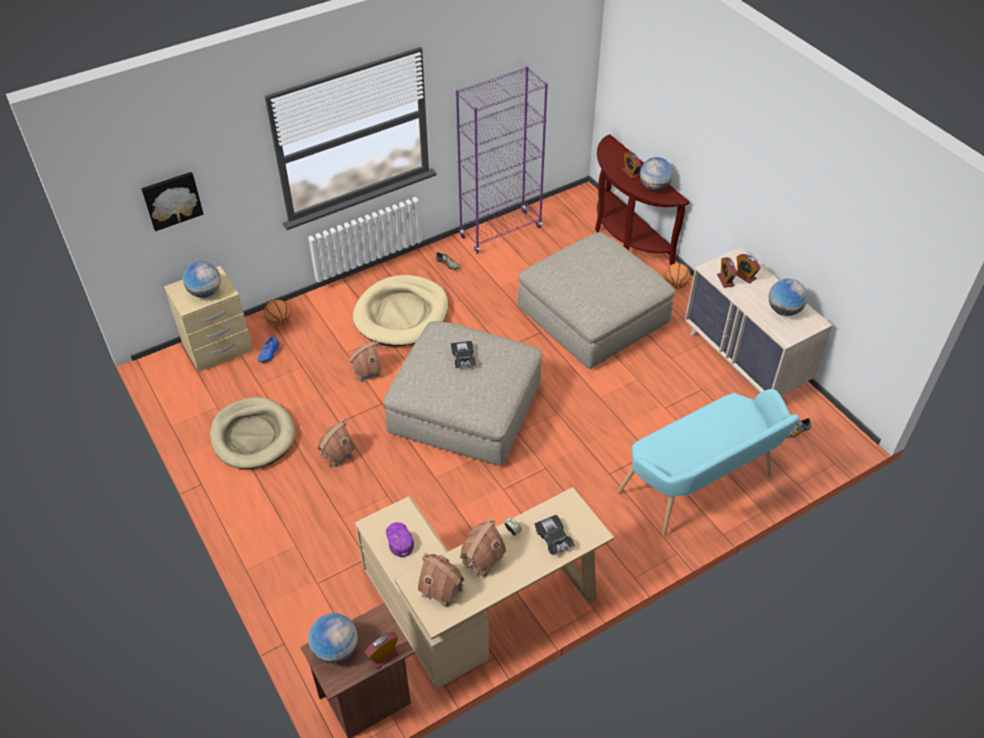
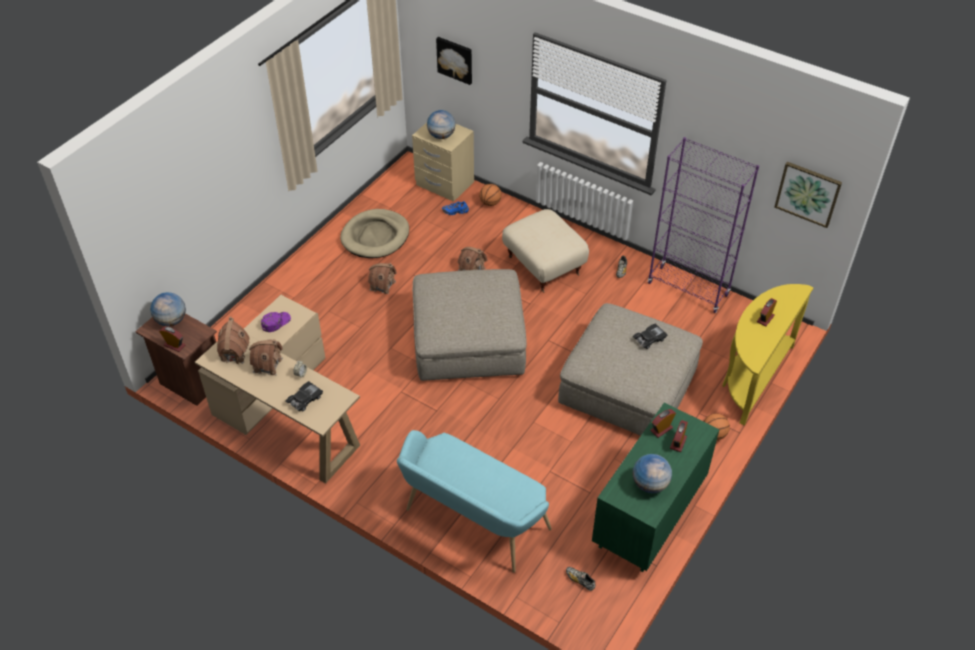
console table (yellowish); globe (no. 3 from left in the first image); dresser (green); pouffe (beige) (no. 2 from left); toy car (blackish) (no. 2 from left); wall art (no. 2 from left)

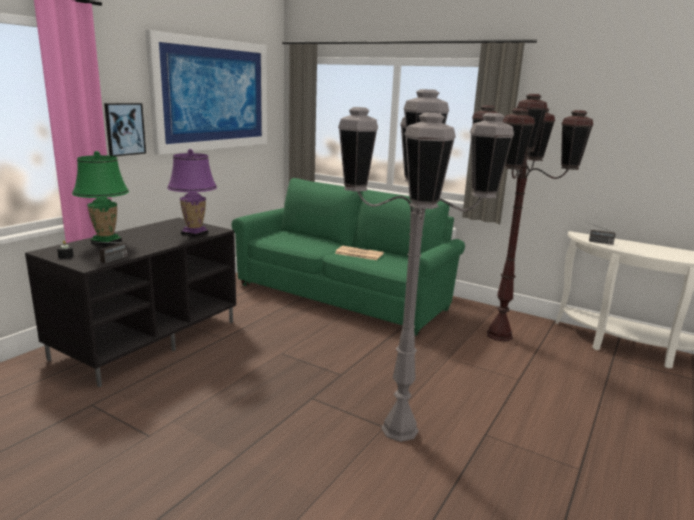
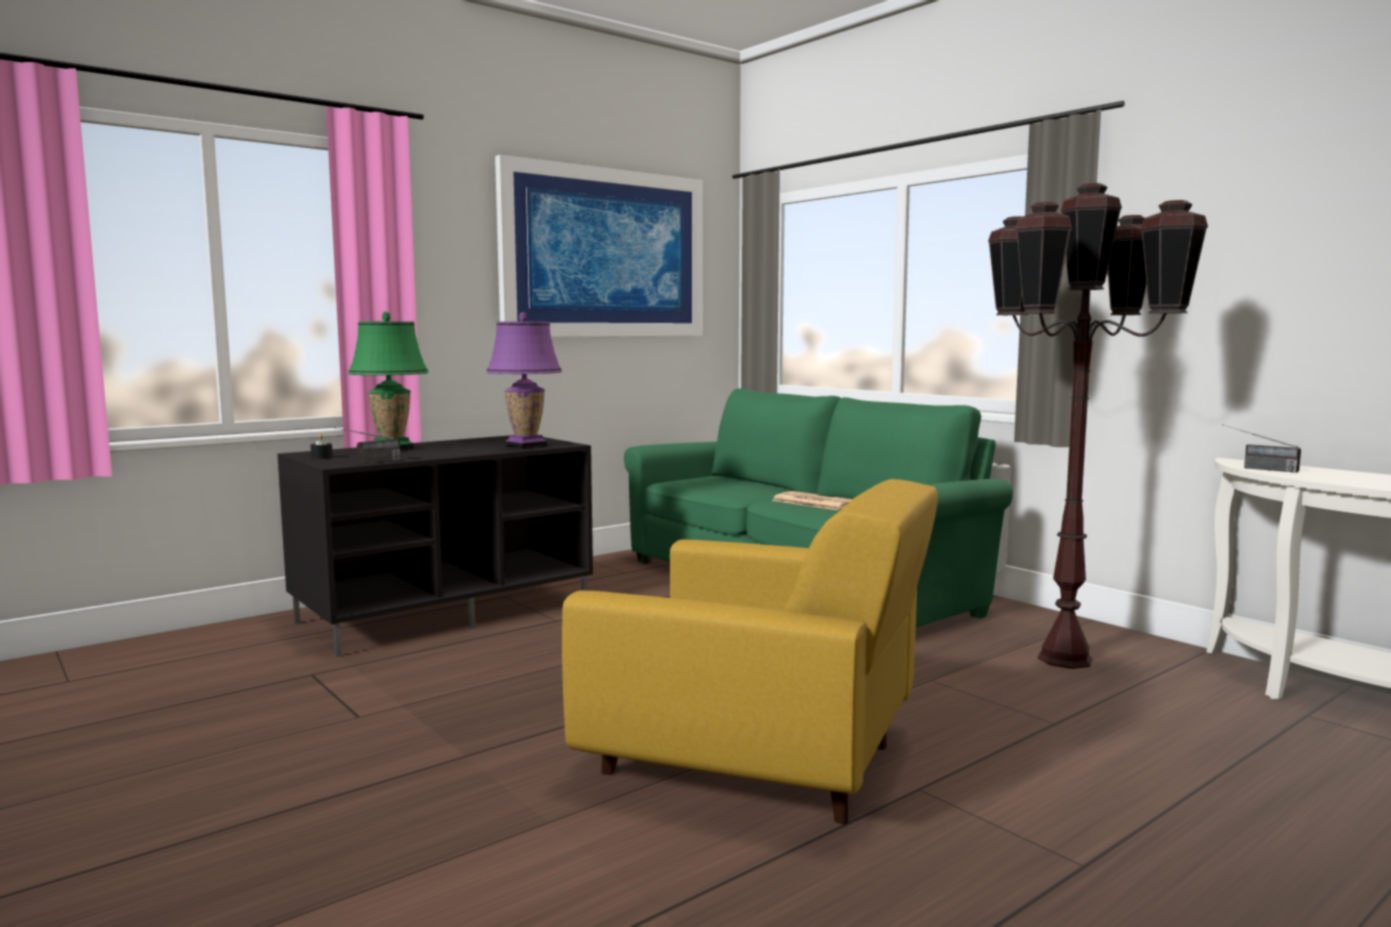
armchair (yellowish); wall art (no. 1 from left in the first image)

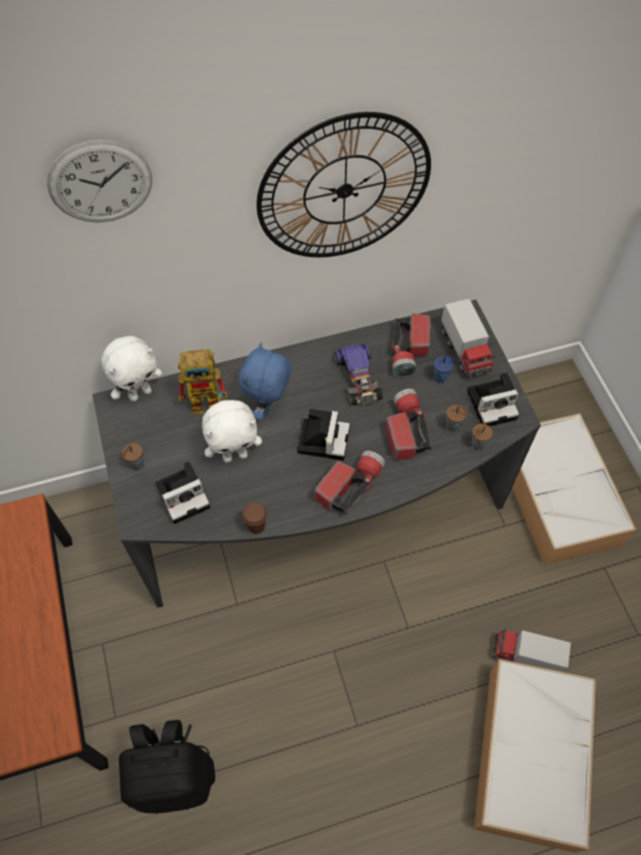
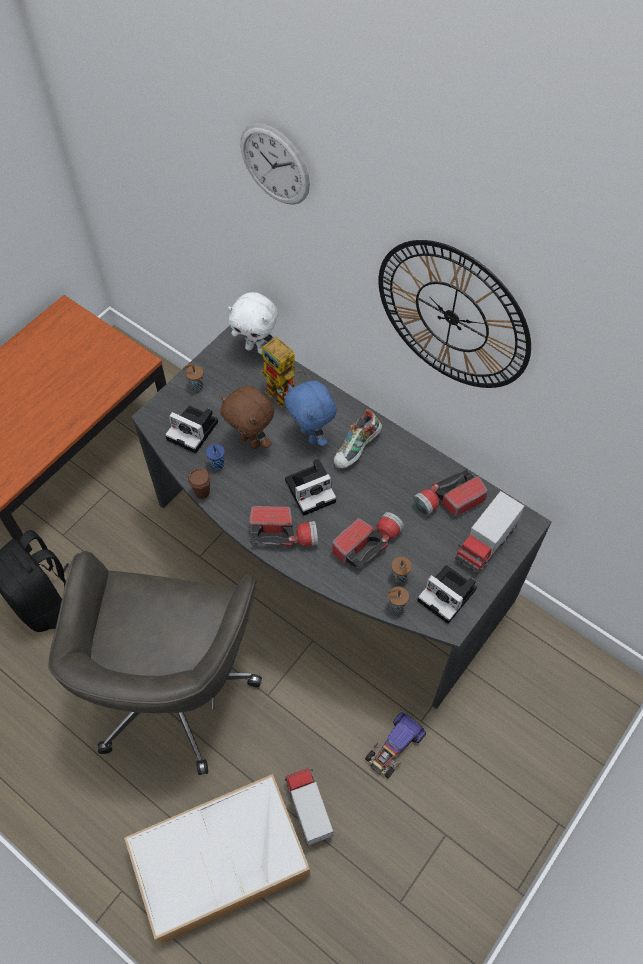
cuddly toy (blue); toy car; drinking cup (blue); cuddly toy (brownish); storage bin (no. 2 from left in the first image); item of footwear; office chair (greyish)

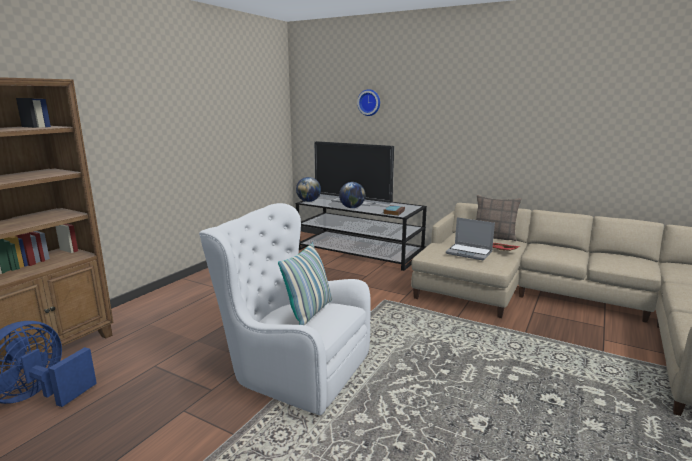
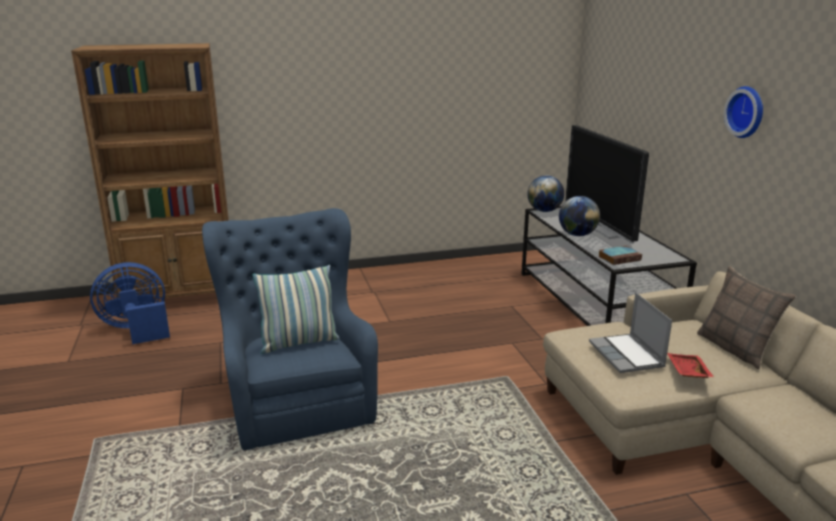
wall clock; armchair (blue)

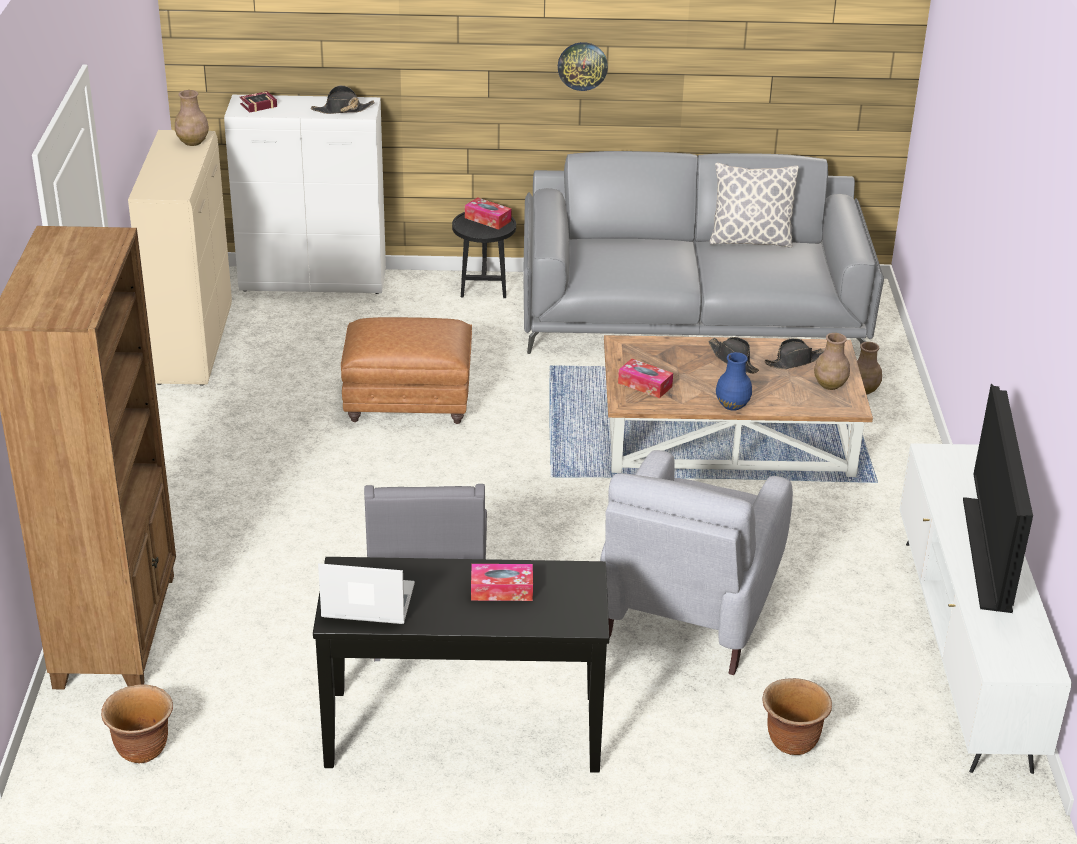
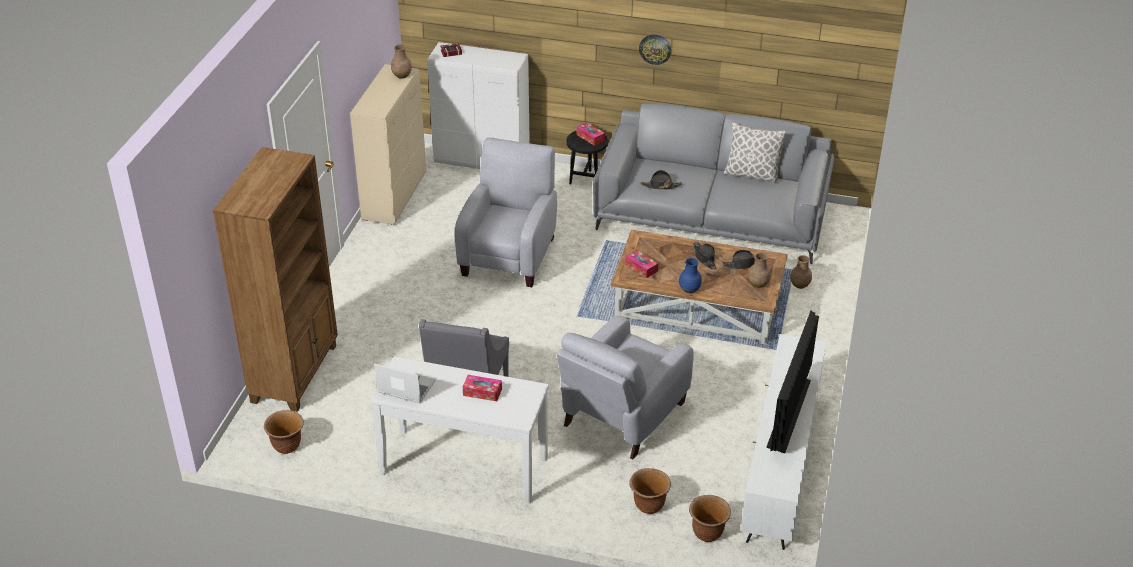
hat (blackish) (no. 1 from left); armchair (greyish) (no. 2 from left); console table (white); flower pot (brownish) (no. 3 from left)

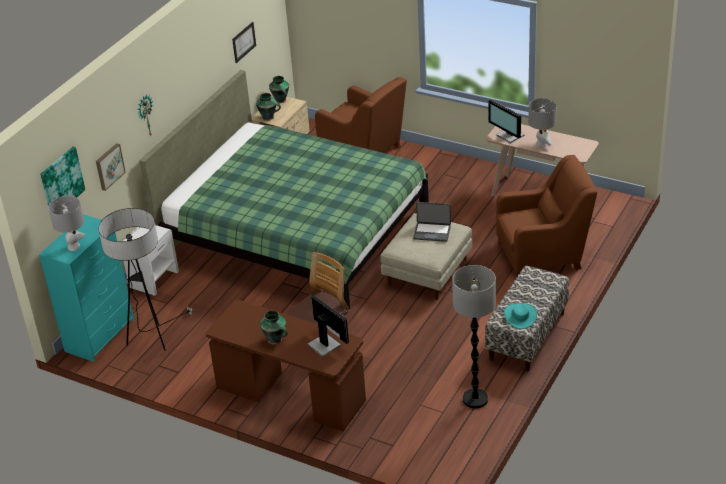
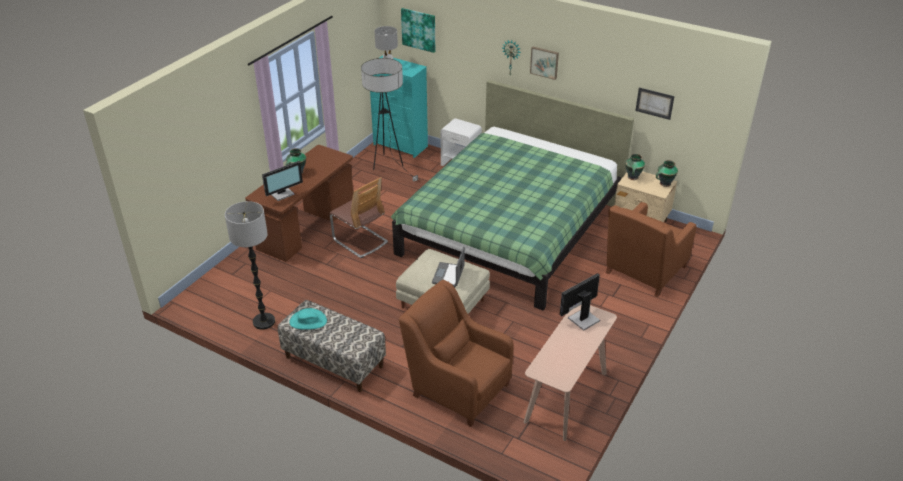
table lamp (greyish) (no. 2 from left in the first image); wall art (no. 2 from left); armchair (brownish) (no. 1 from left)

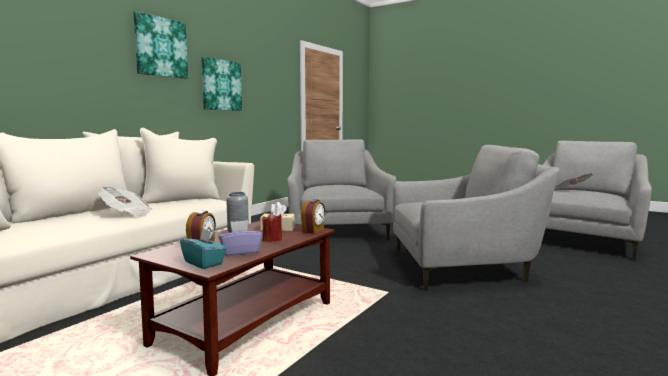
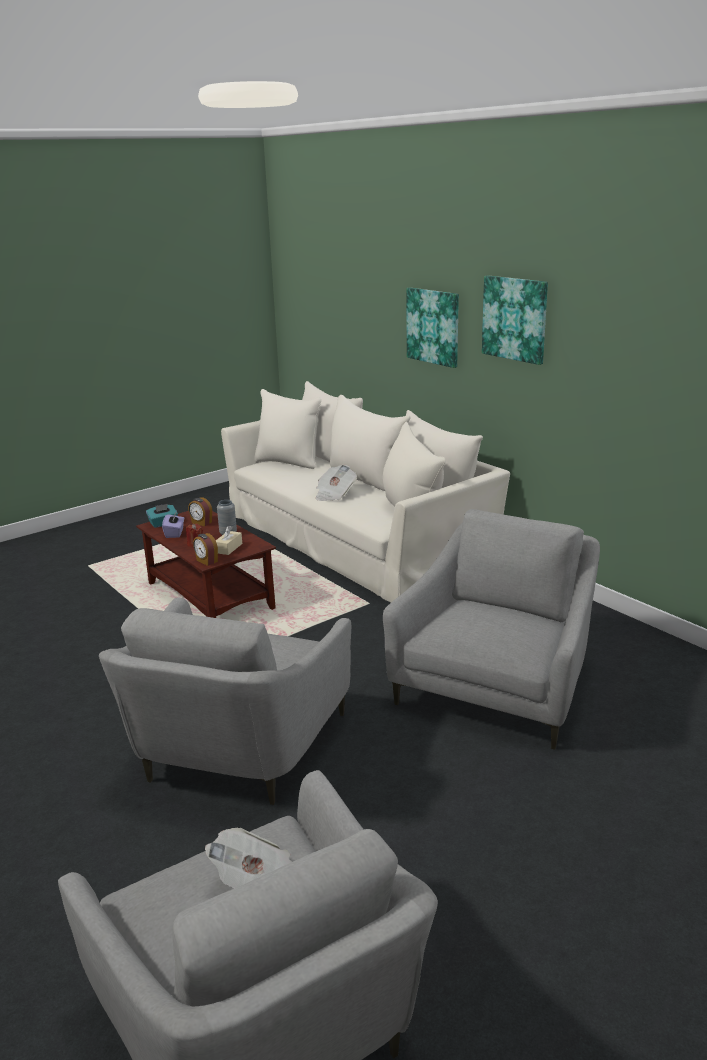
wall art (no. 1 from left); armchair (greyish) (no. 3 from left)

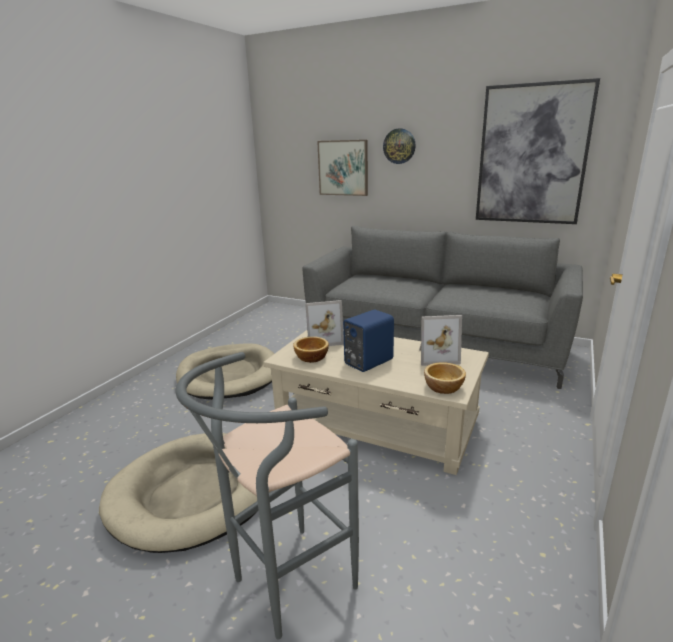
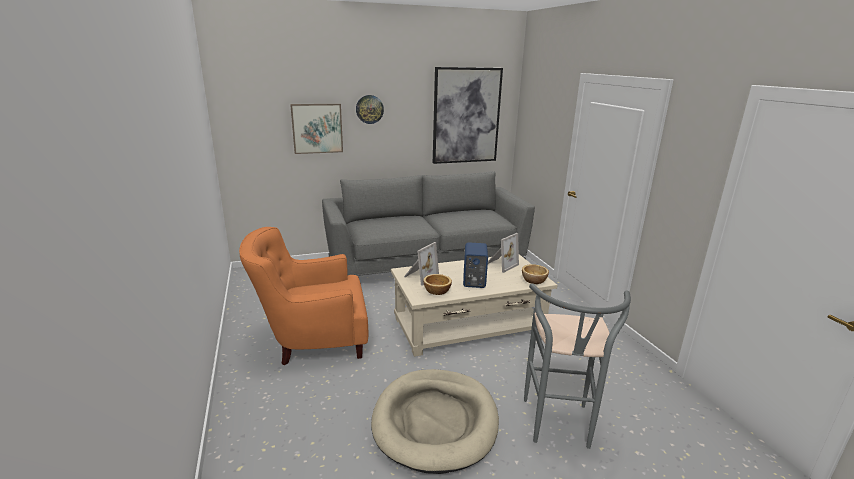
armchair (orange)

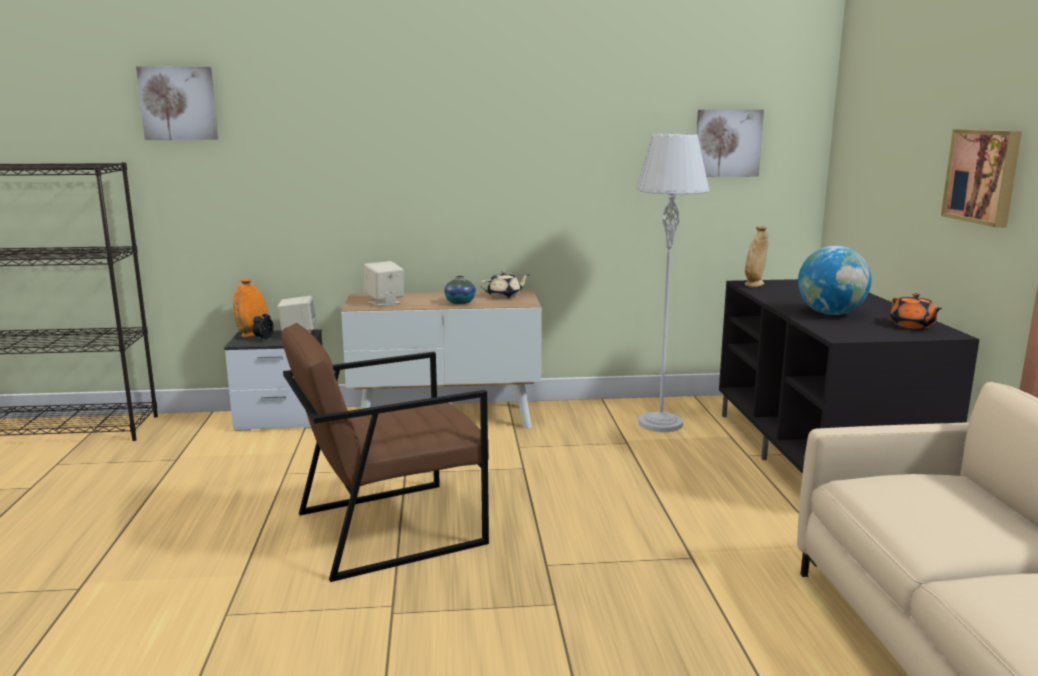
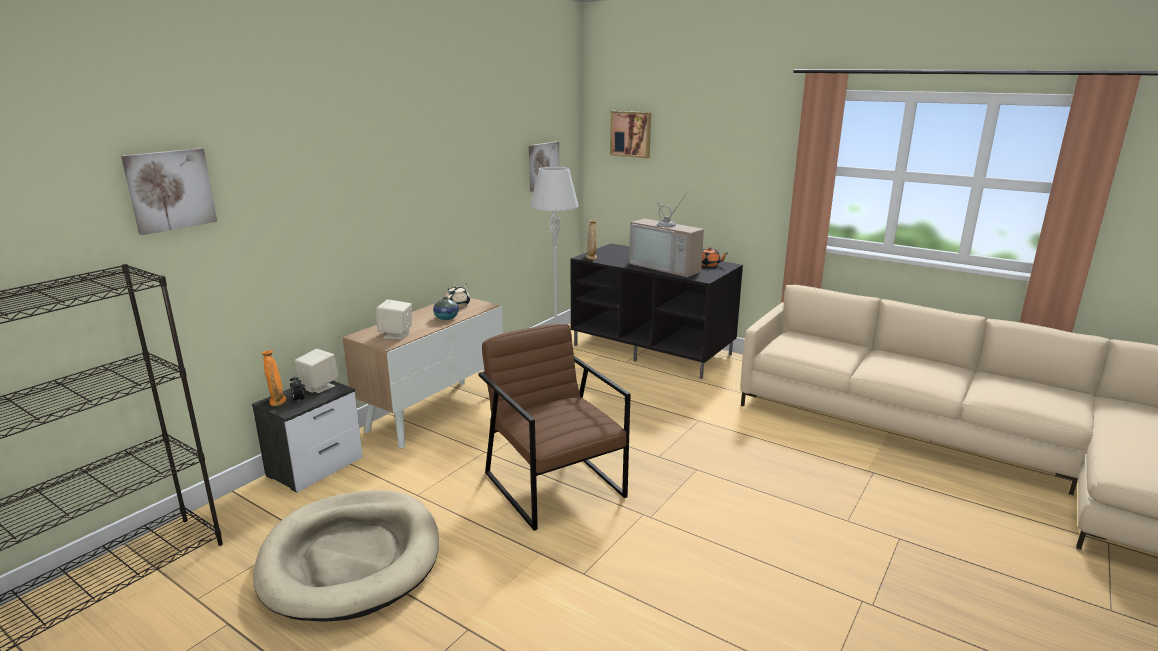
wall art (no. 3 from left); TV set; armchair (brownish); dog bed (beige)

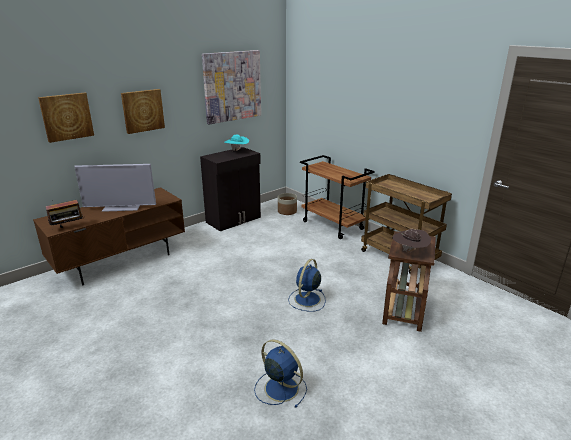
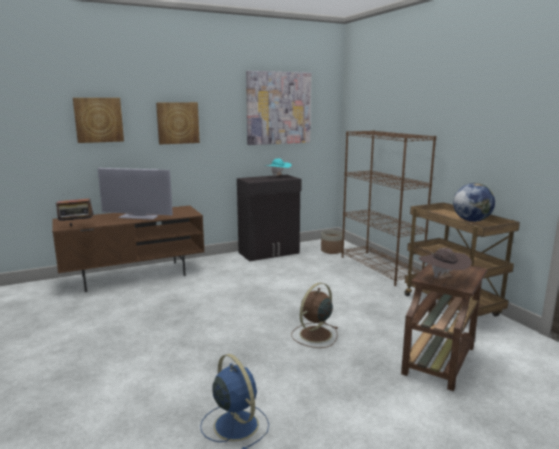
bookcase (brownish); electric fan (brownish); globe

